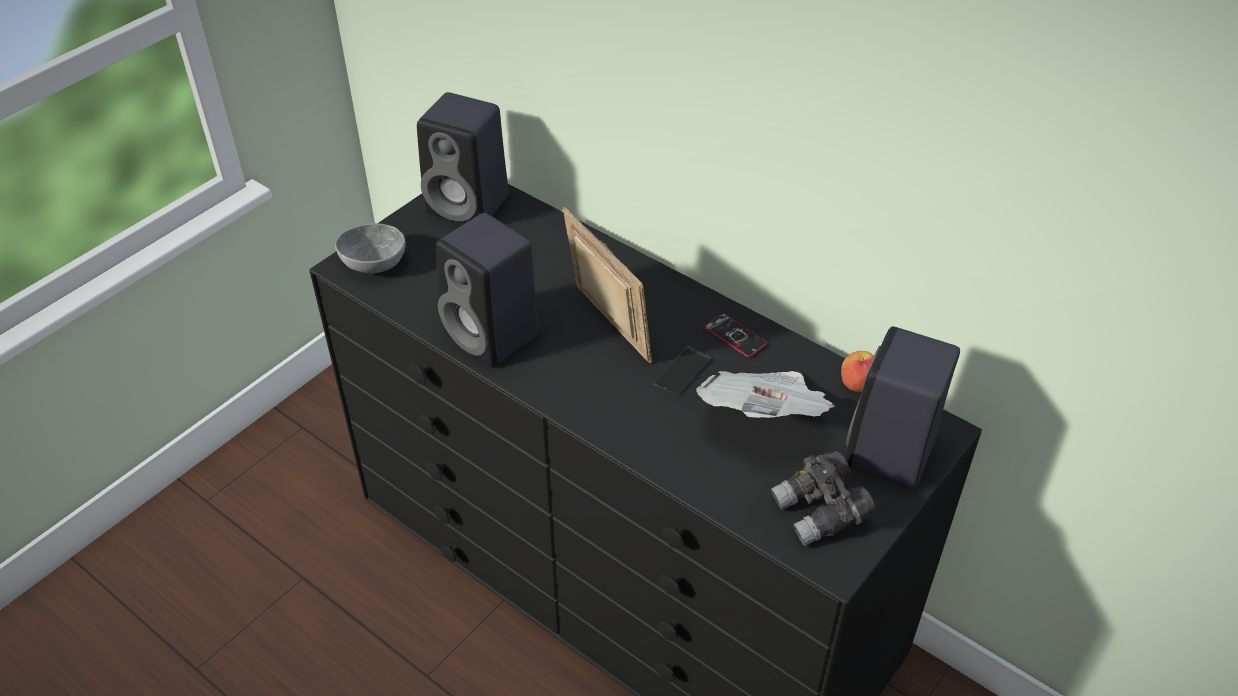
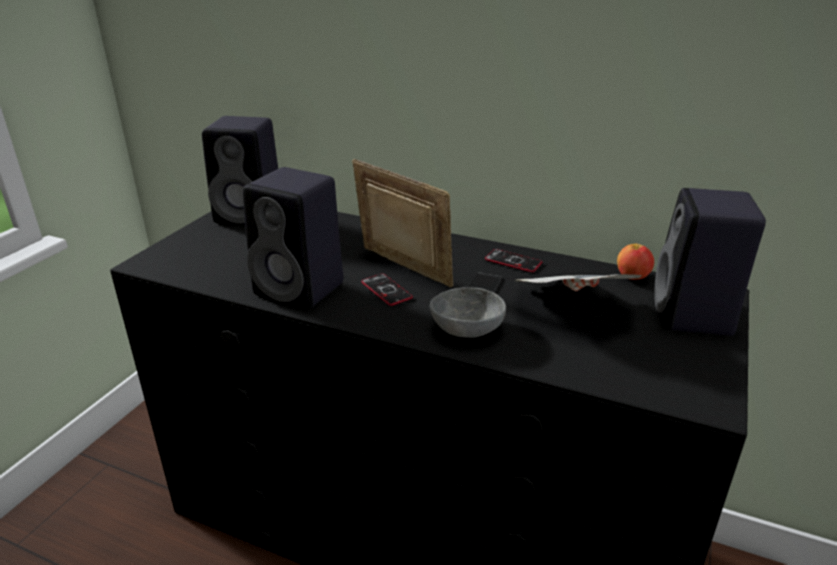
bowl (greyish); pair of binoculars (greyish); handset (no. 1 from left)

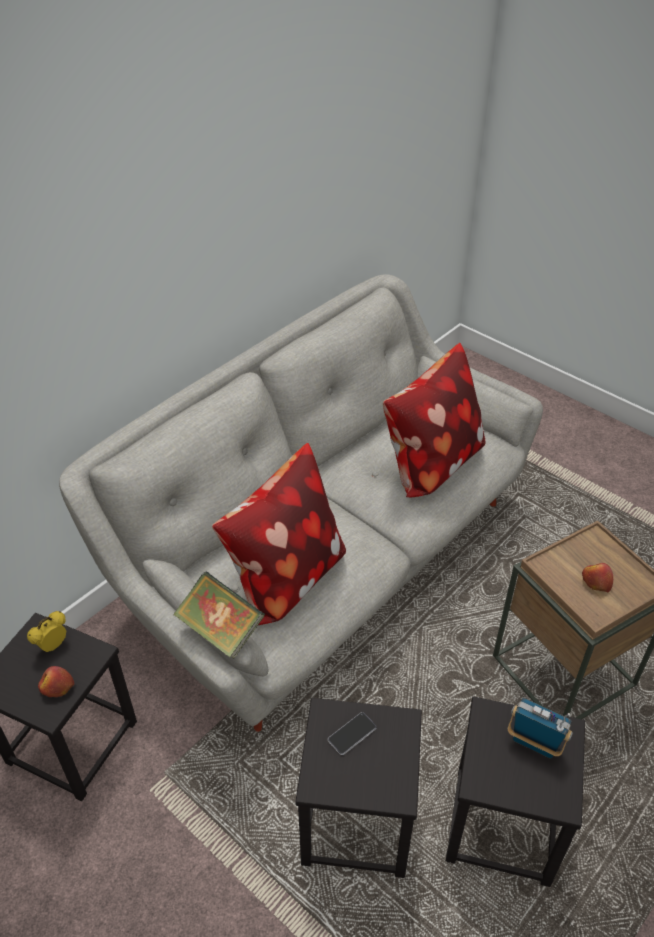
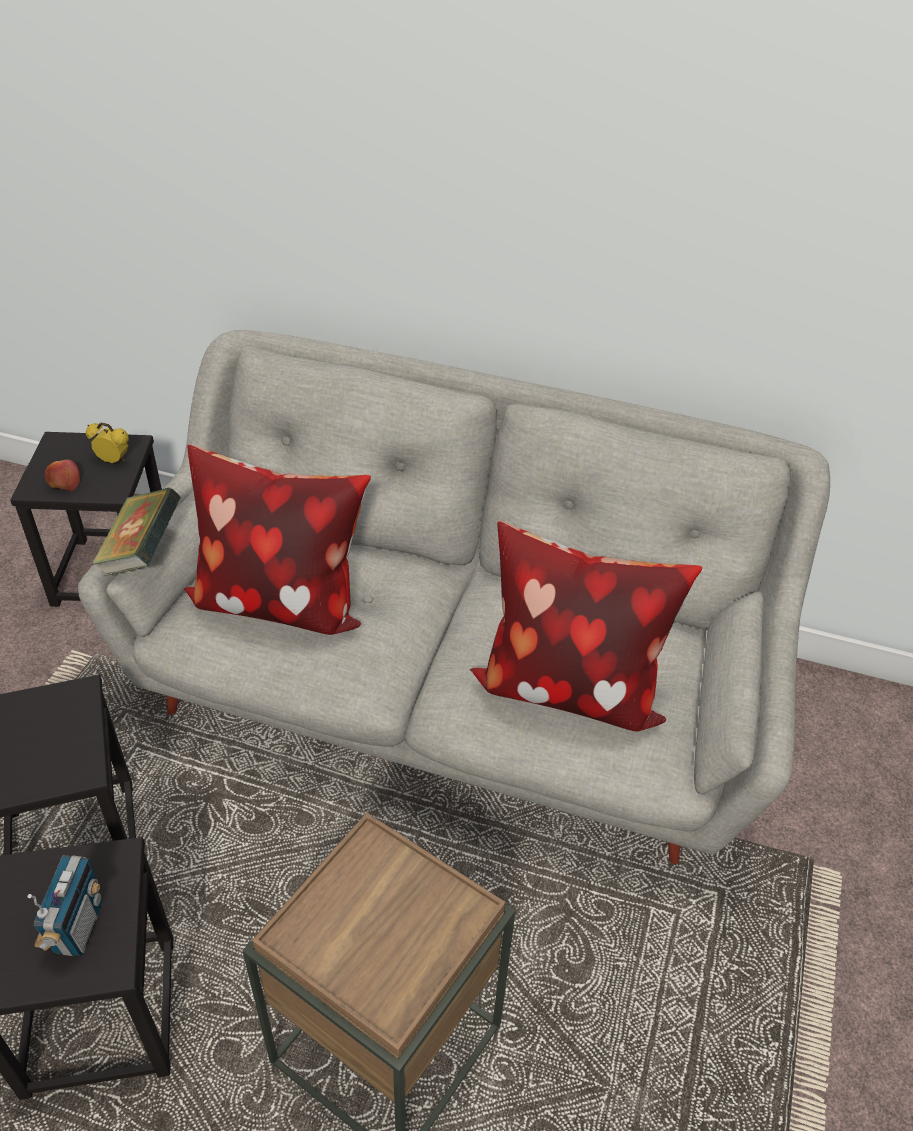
apple fruit (no. 2 from left in the first image); handset

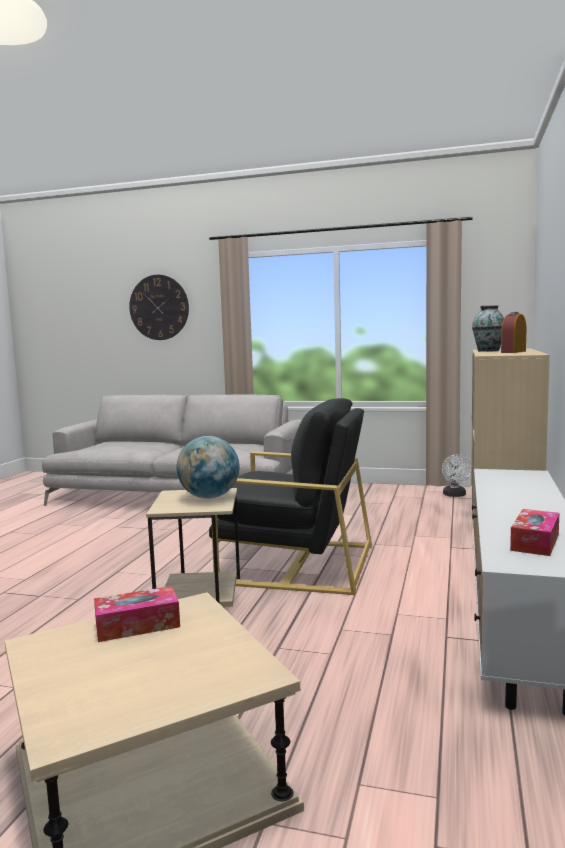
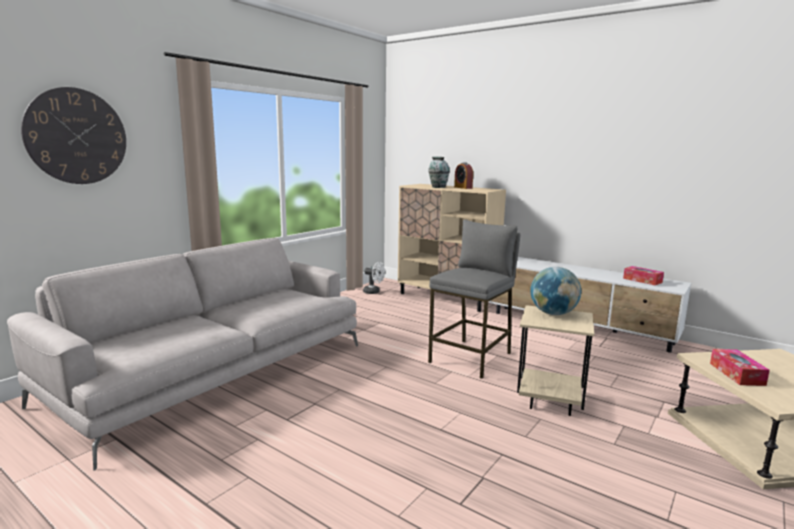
stool (greyish)

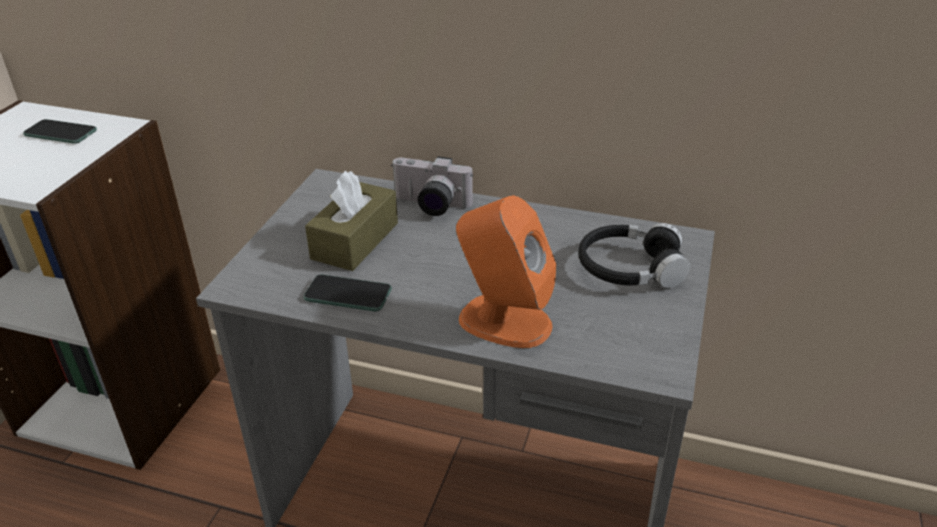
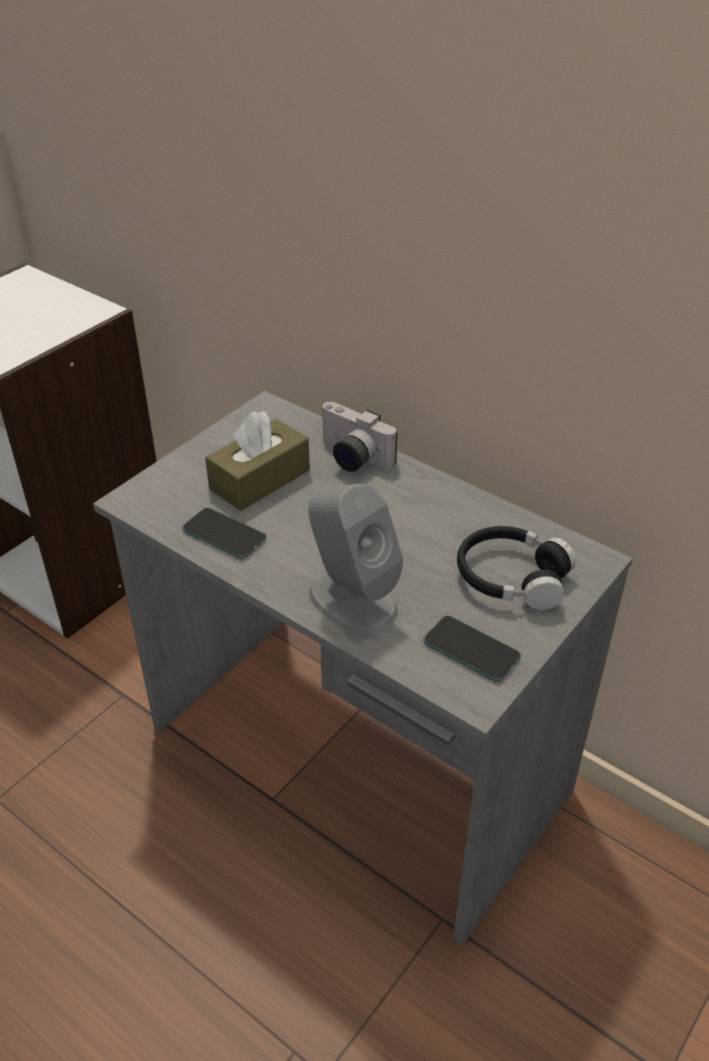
handset (no. 2 from left); speaker (greyish)

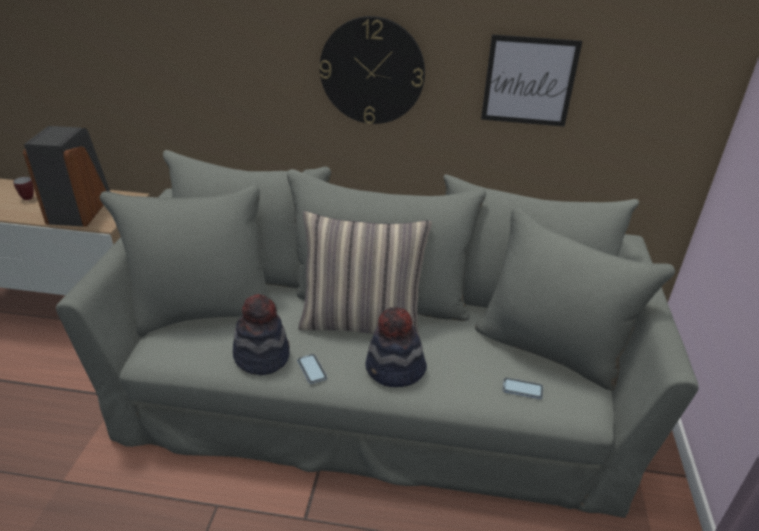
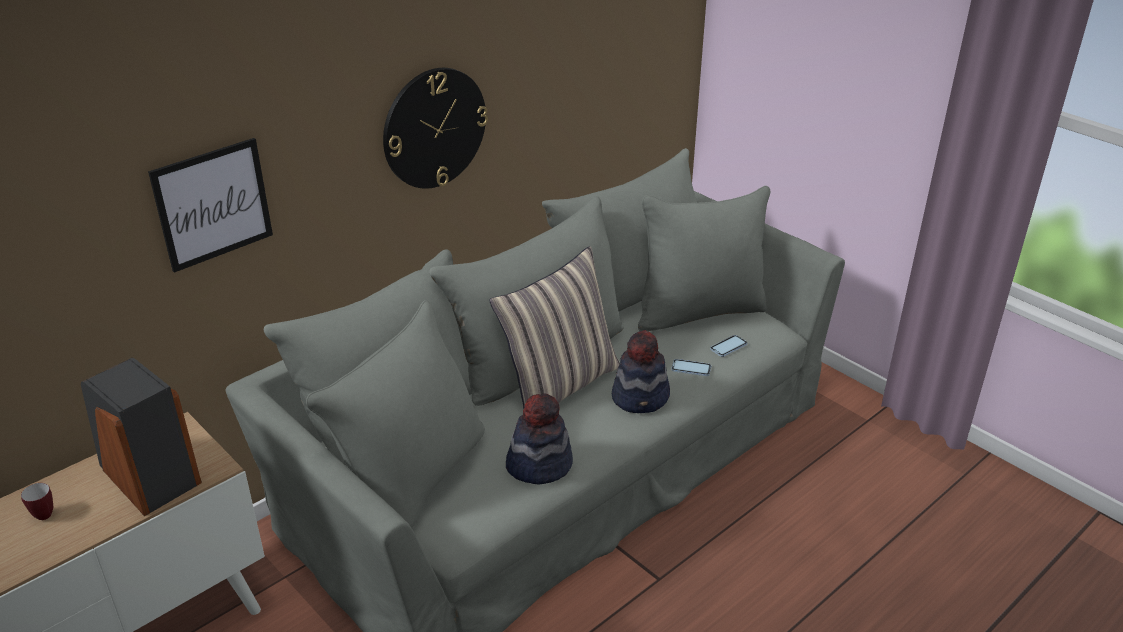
wall art; handset (no. 1 from left)

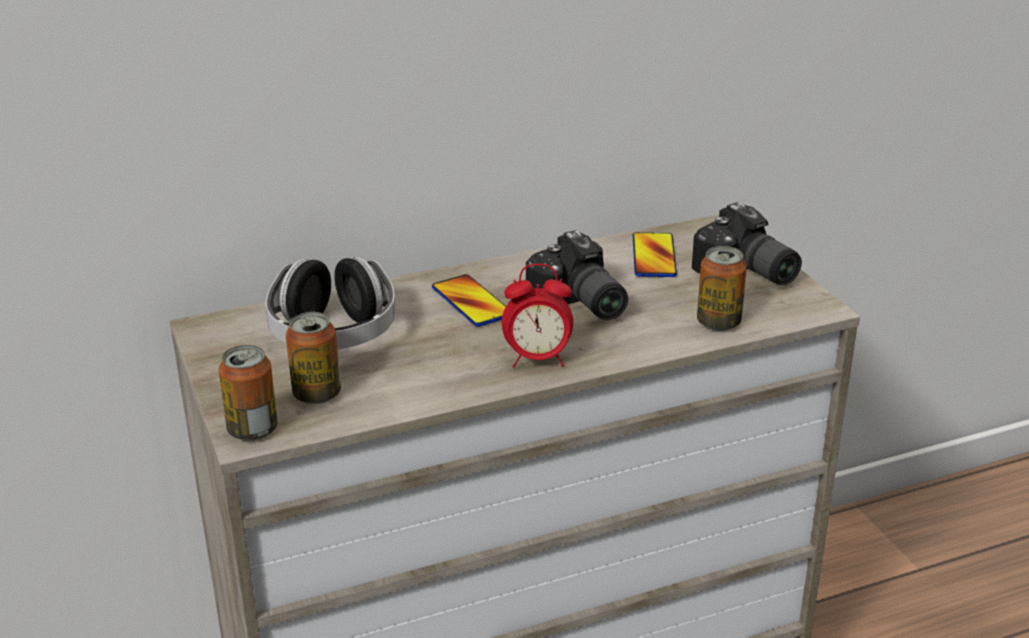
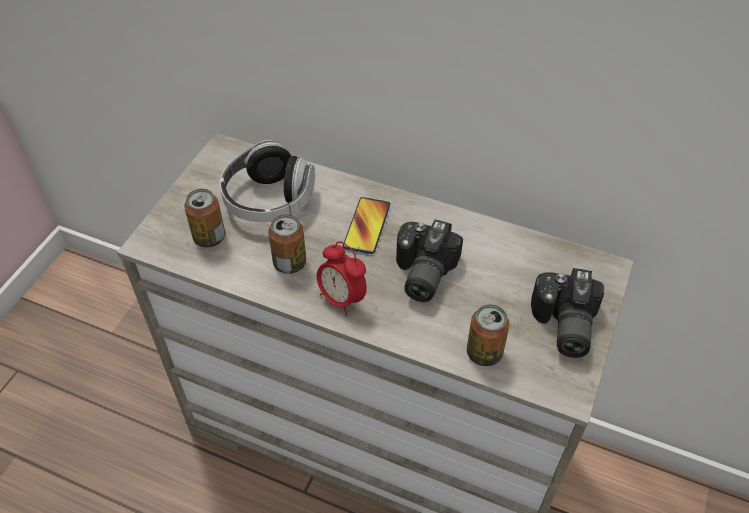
handset (no. 2 from left in the first image); metal can (no. 2 from left)

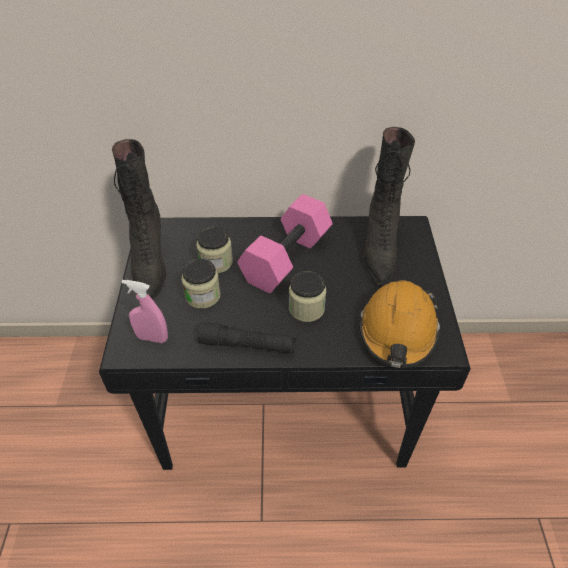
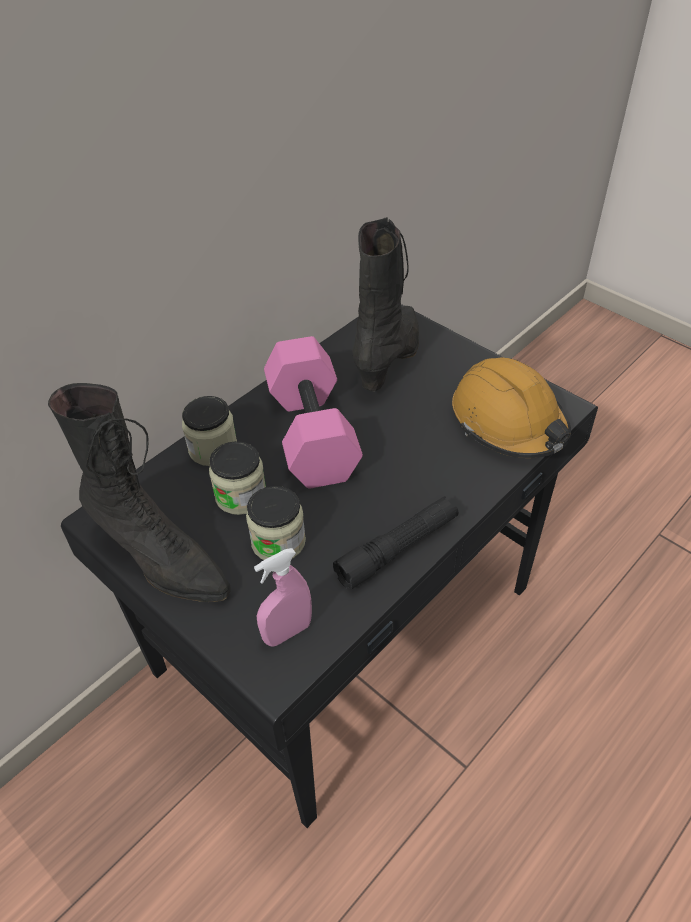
tall boot (blackish) (no. 2 from left); storage jar (no. 1 from left)

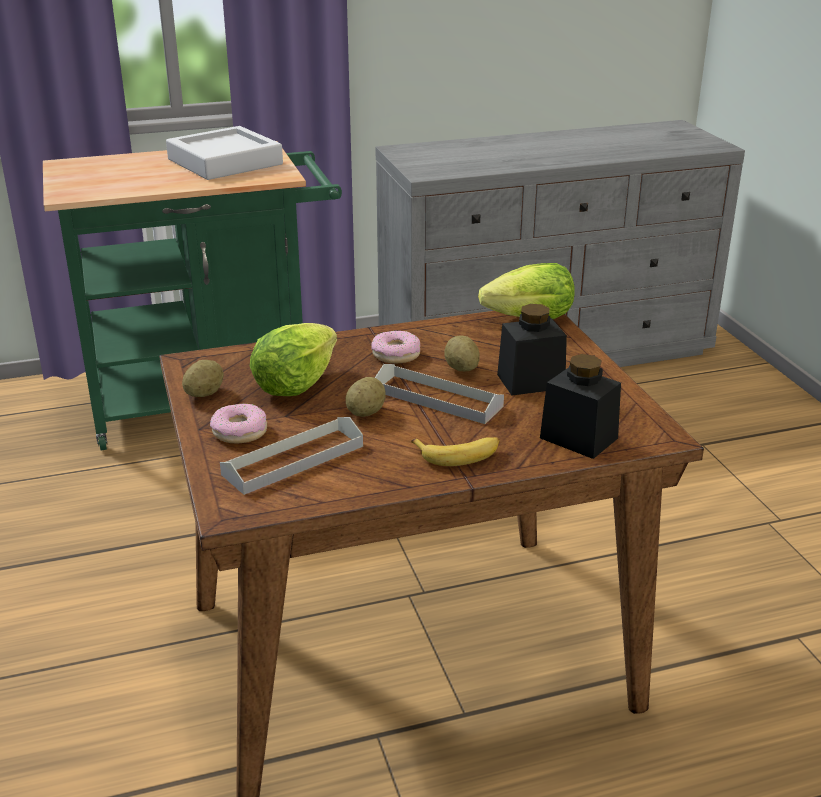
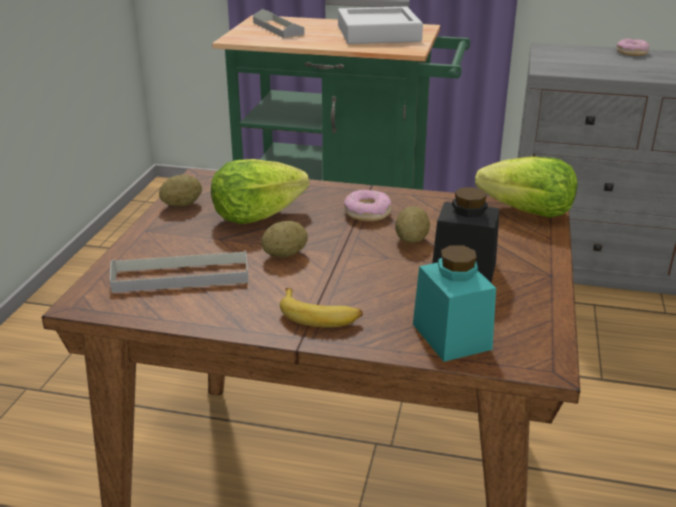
storage jar (blue-green); tray (greyish) (no. 2 from left); donut (no. 2 from left)

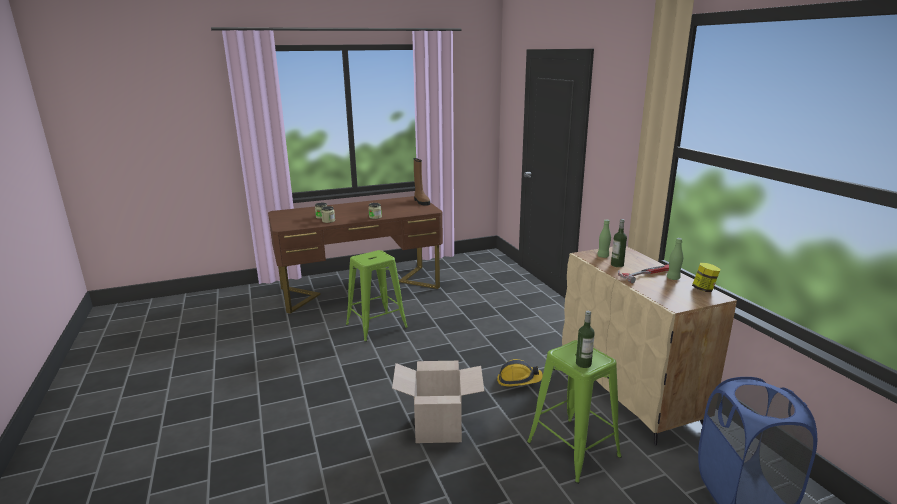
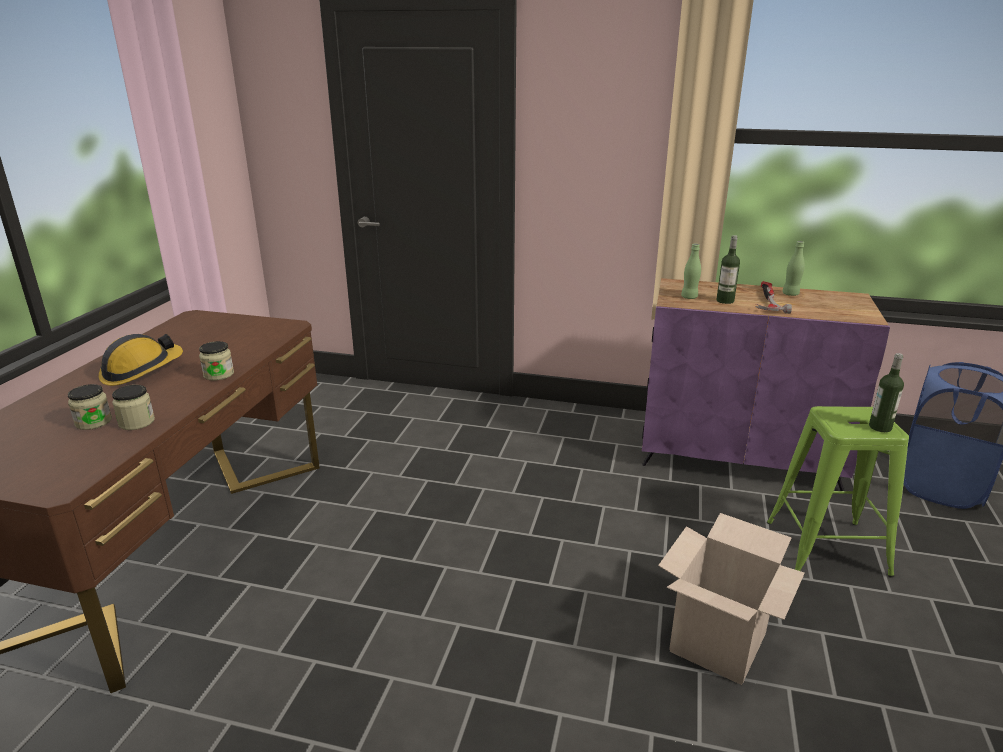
tall boot (brownish); cupboard (purplish); stool (green) (no. 1 from left in the first image); storage jar (no. 4 from left in the first image); hard hat

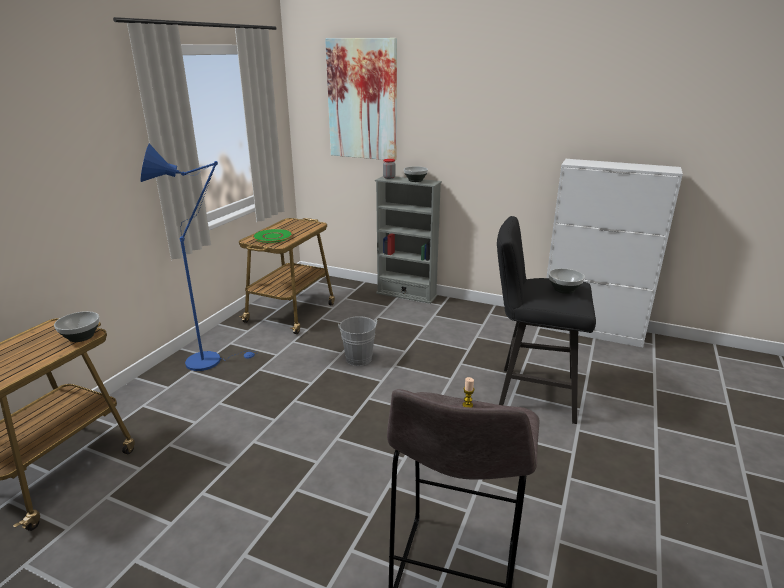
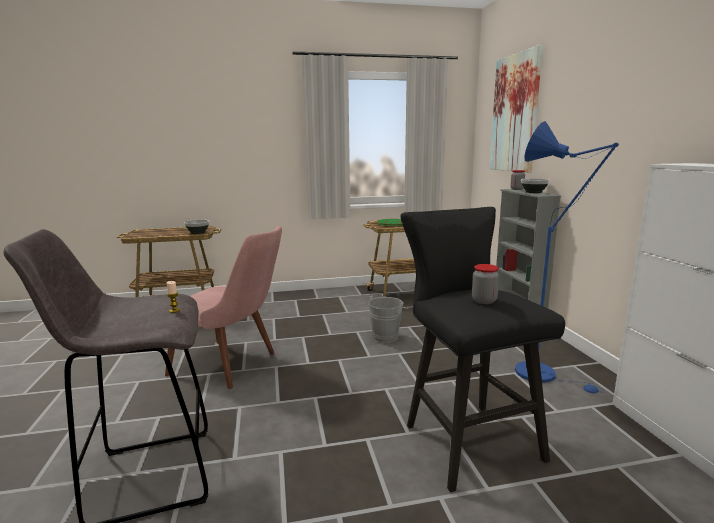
standing lamp (blue); storage jar (no. 1 from left); plain chair (pink-coloured)

